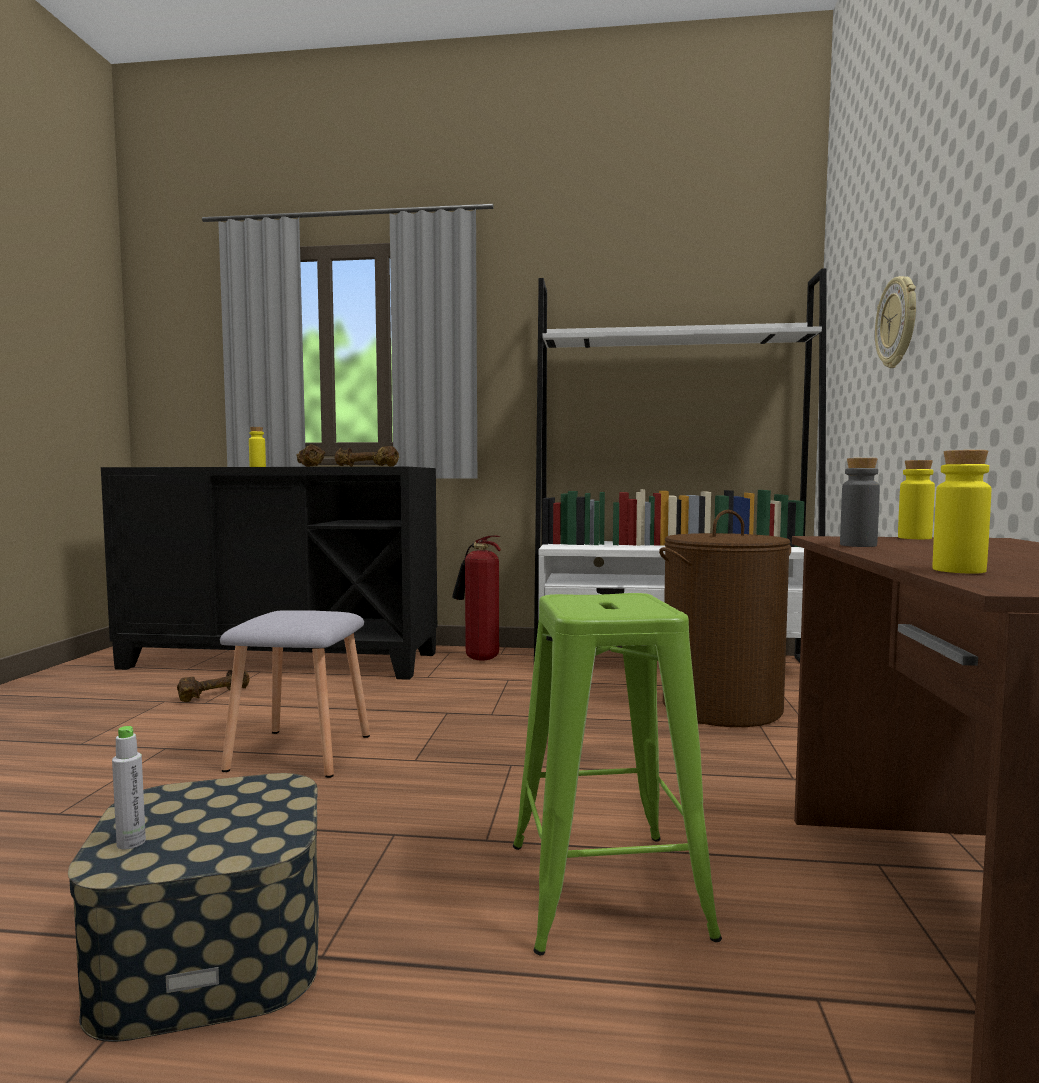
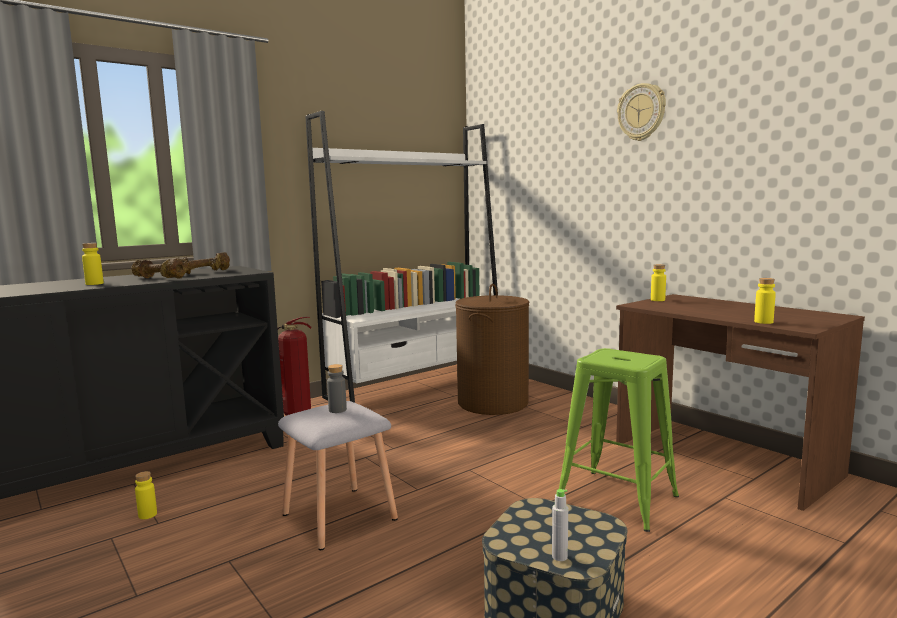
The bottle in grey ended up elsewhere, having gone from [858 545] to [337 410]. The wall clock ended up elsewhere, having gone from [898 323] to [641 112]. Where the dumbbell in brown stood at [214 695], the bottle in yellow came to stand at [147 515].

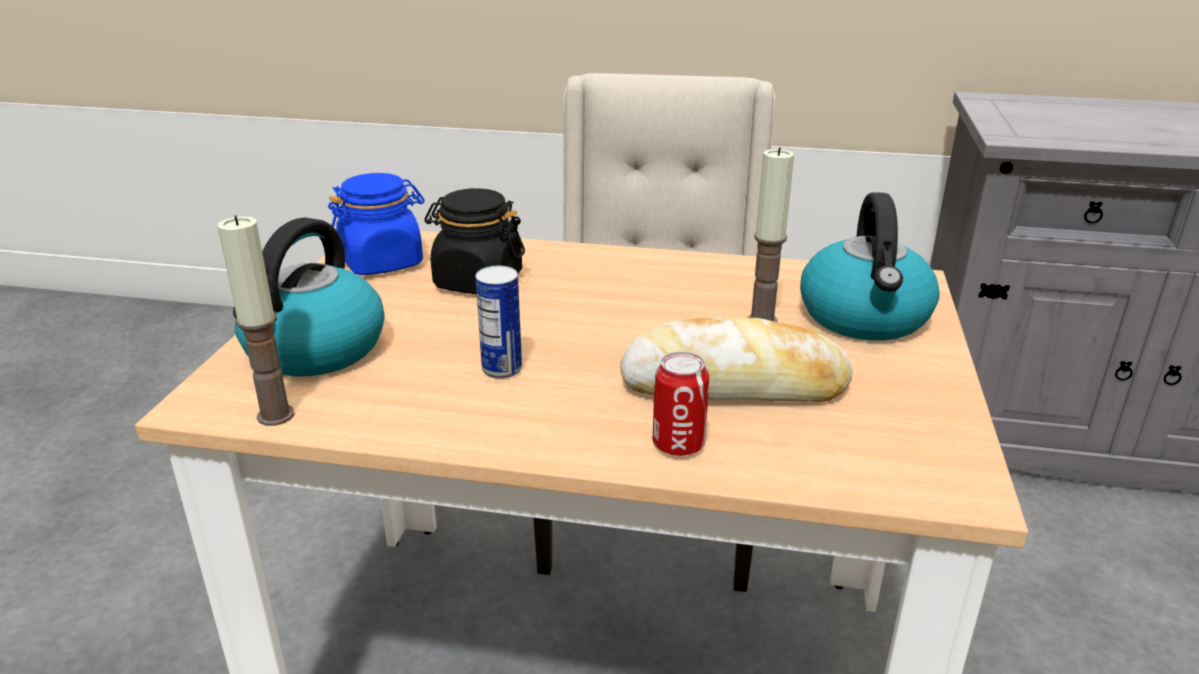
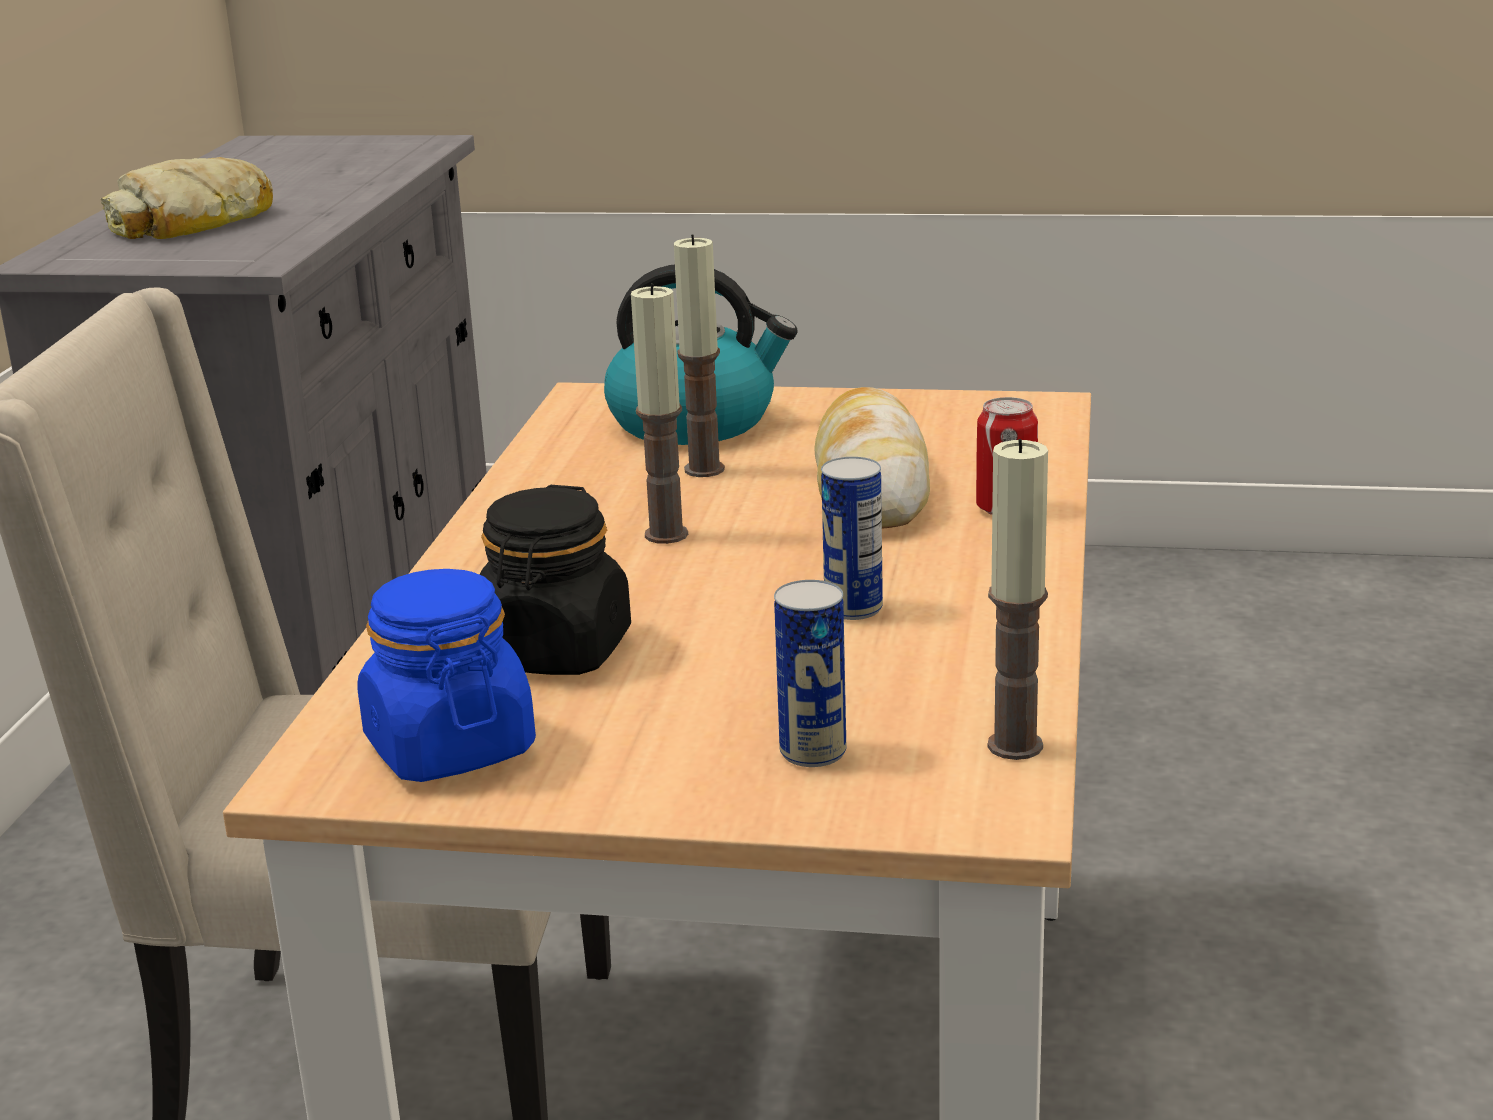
The second view gained the bread at [192 222]. The second view gained the candle at [666 534]. Where the kettle stood at [314 350], the can came to stand at [813 752].

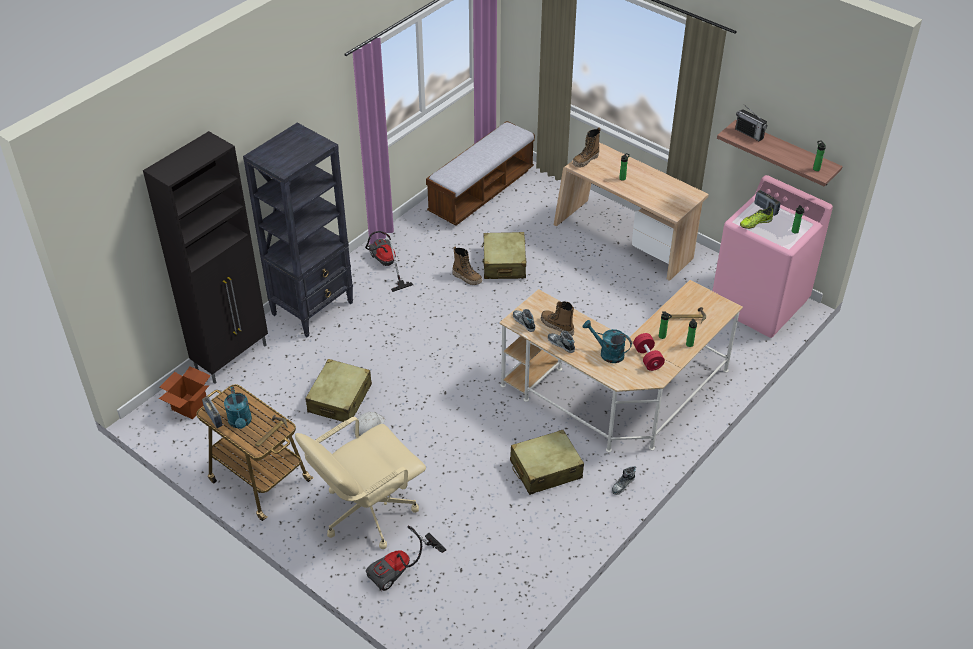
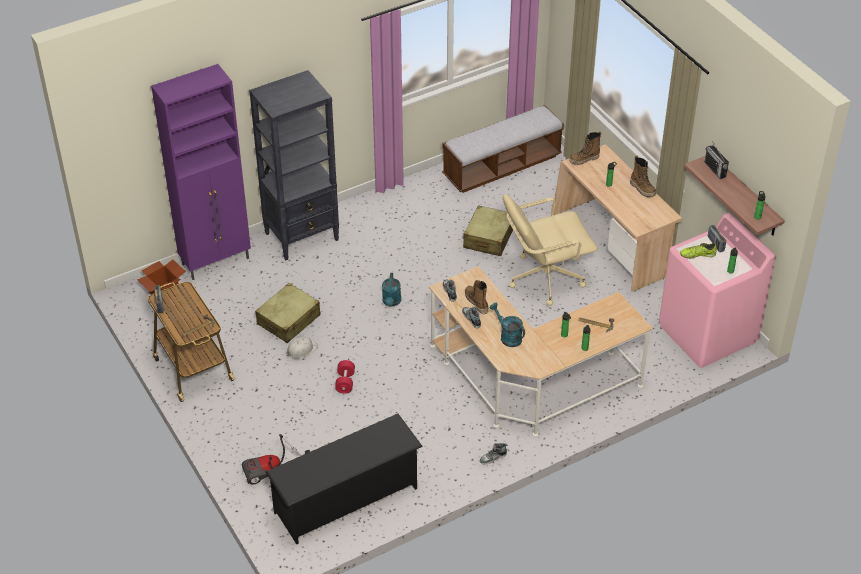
The second view lost the vacuum cleaner at [385 265]. The second view lost the suitcase in beige at [545 469]. The second view gained the shoe rack in black at [346 500]. The watering can in turquoise ended up elsewhere, having gone from [240 422] to [391 302]. The office chair in beige ended up elsewhere, having gone from [367 512] to [545 278]. The boot ended up elsewhere, having gone from [467 278] to [642 189]. The dumbbell in red ended up elsewhere, having gone from [647 358] to [345 382]. What was the cabinet in black at [232 357] turned into the cabinet in purple at [216 261].

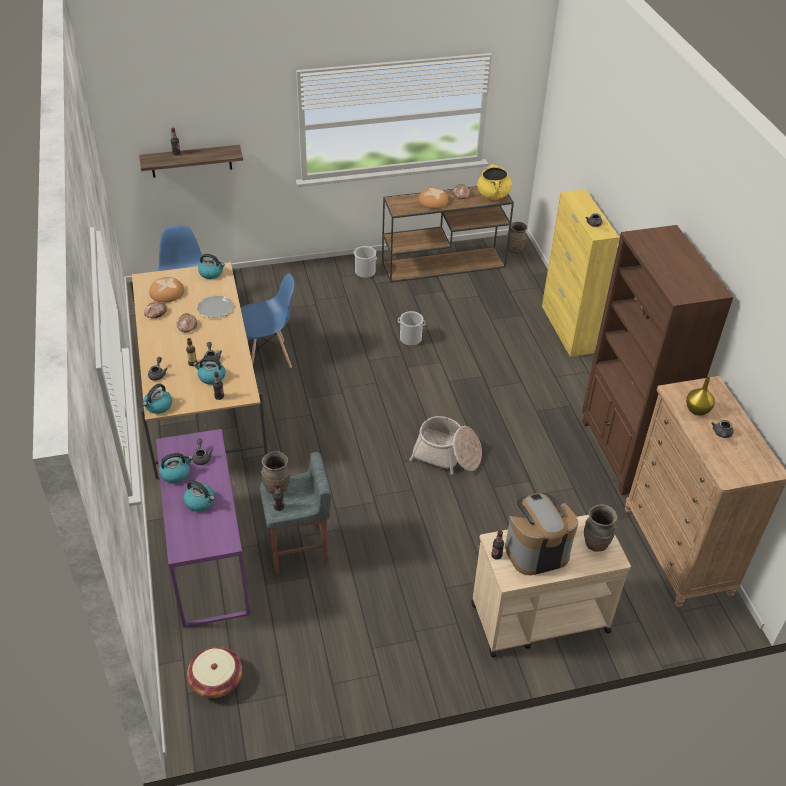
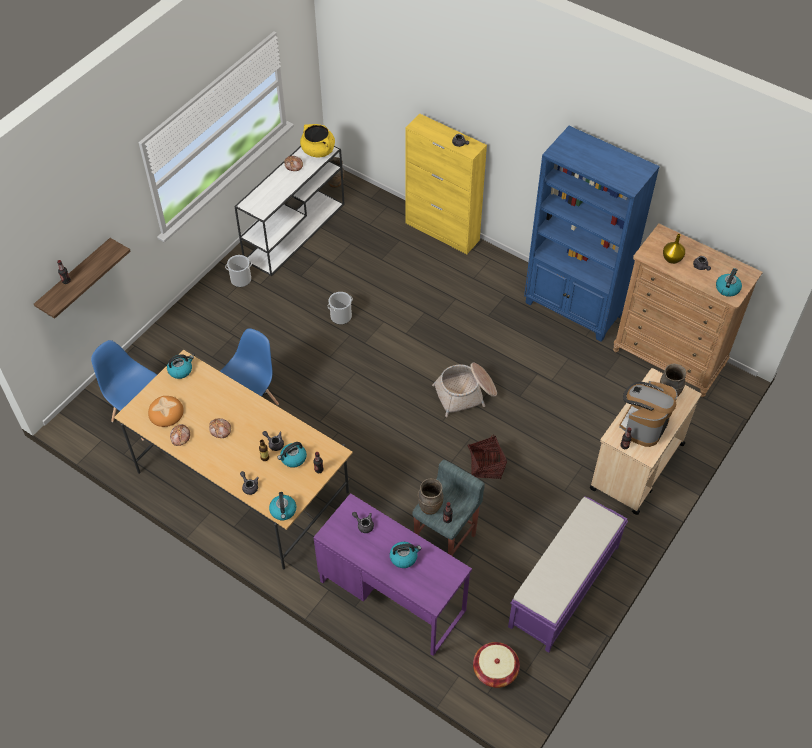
The second view lost the plate at [215 308]. The second view lost the bread at [432 201]. The second view gained the basket at [485 466]. The second view gained the bench in purple at [563 587]. The kettle ended up elsewhere, having gone from [176 473] to [727 288]. What was the console table in brown at [444 264] turned into the console table in white at [295 231]. What was the bookcase in brown at [623 454] turned into the bookcase in blue at [573 309].

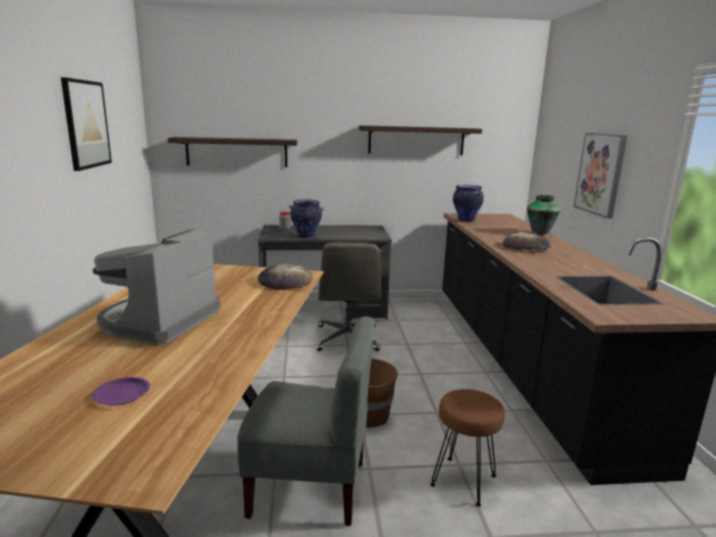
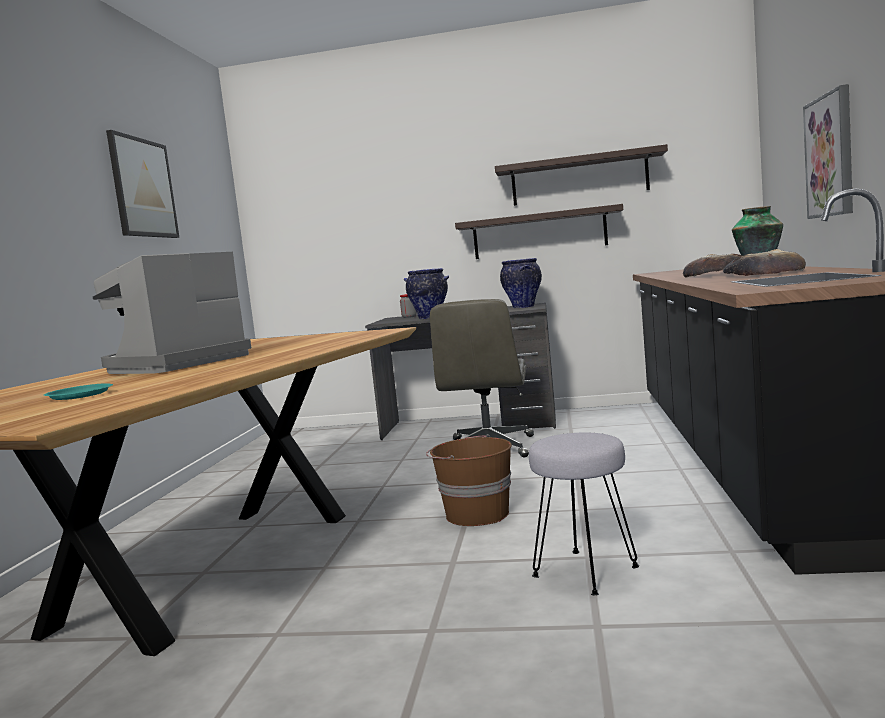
The second view lost the chair in grey at [309 487]. The shelf ended up elsewhere, having gone from [237 152] to [539 233]. The bread ended up elsewhere, having gone from [285 281] to [763 274]. The vase ended up elsewhere, having gone from [465 220] to [523 307]. What was the plate in purple at [122 394] turned into the plate in turquoise at [80 395]. What was the stool in brown at [464 481] turned into the stool in grey at [586 572].

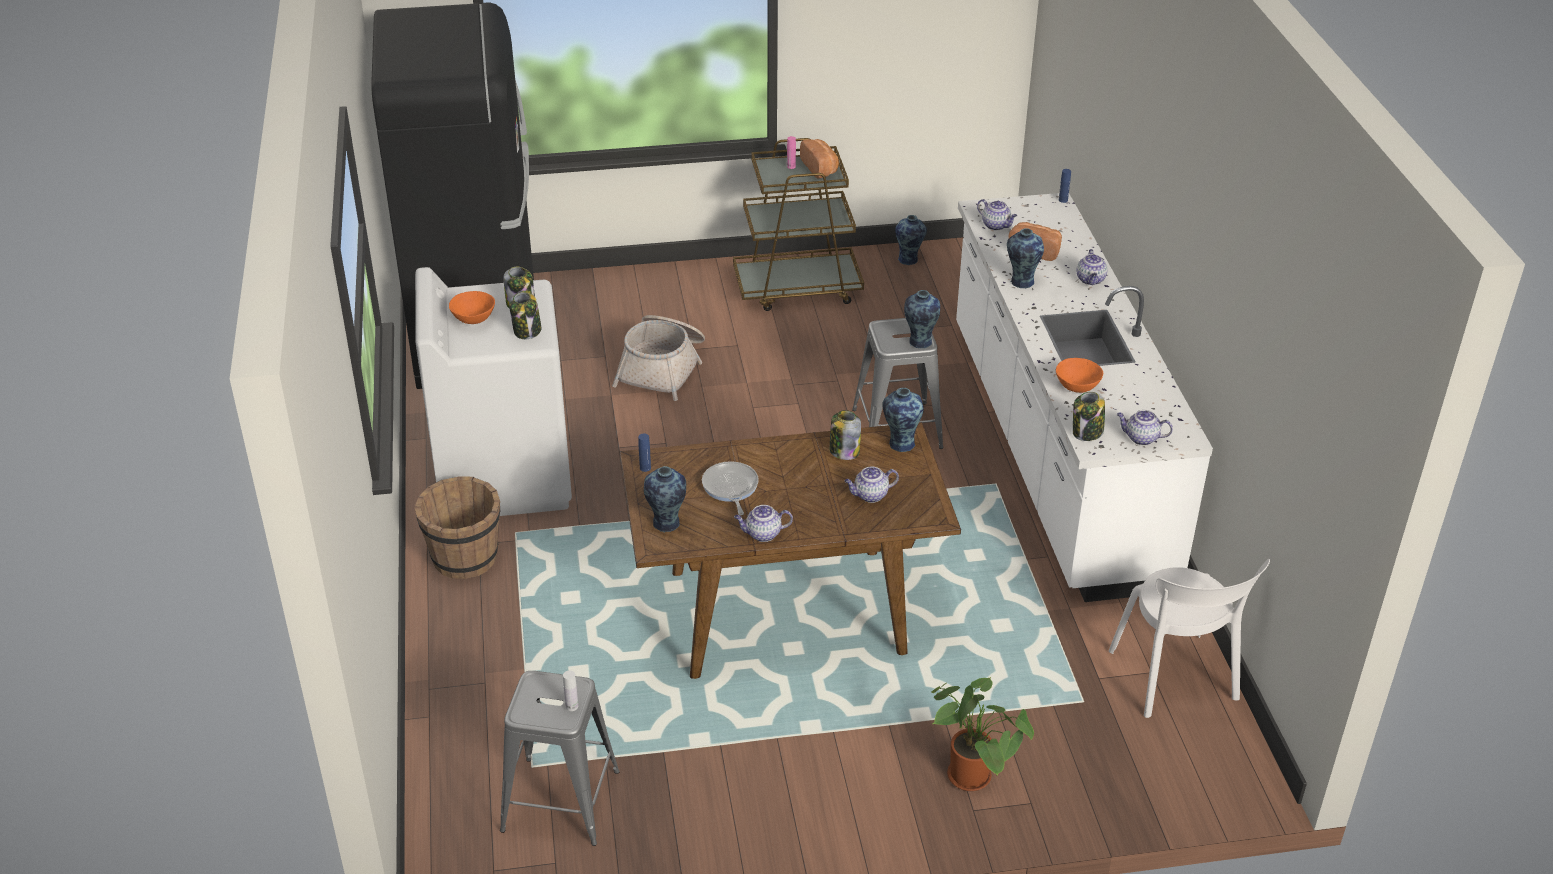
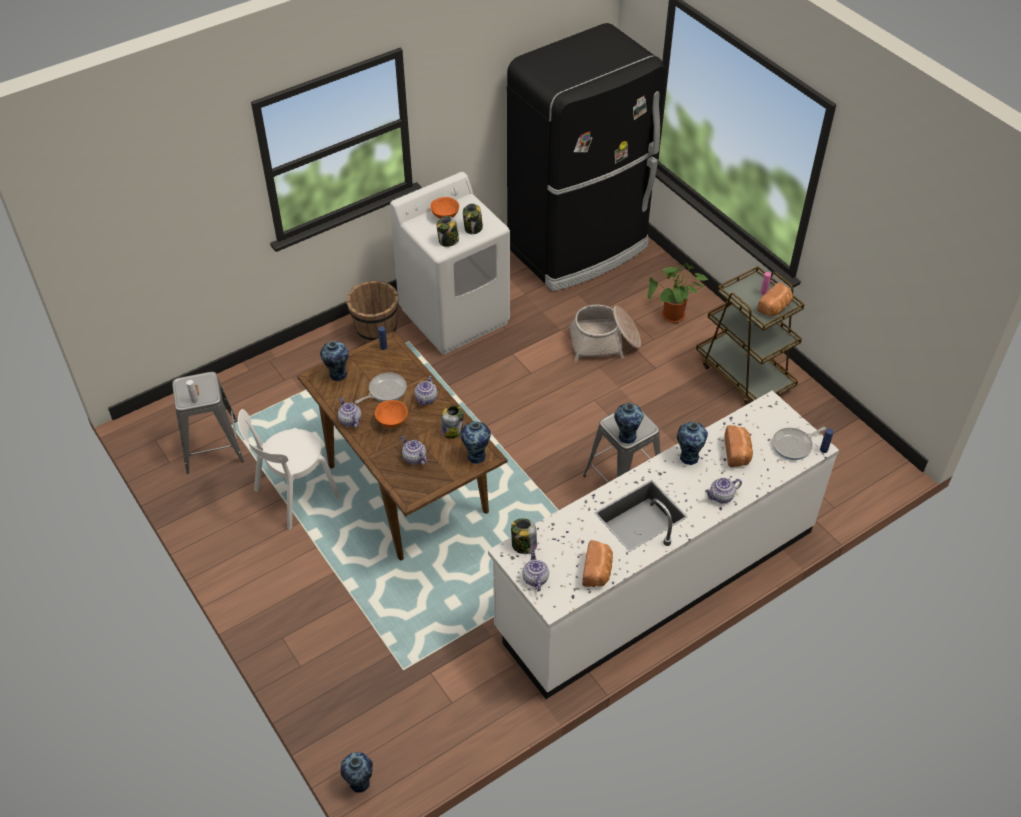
The second view gained the bread at [597 571]. The second view gained the frying pan at [794 445]. The vase ended up elsewhere, having gone from [909 260] to [360 784]. The potted plant ended up elsewhere, having gone from [974 779] to [673 318]. The teapot ended up elsewhere, having gone from [996 225] to [426 399]. The bowl in orange ended up elsewhere, having gone from [1077 387] to [392 422]. The chair in white ended up elsewhere, having gone from [1175 679] to [293 496].

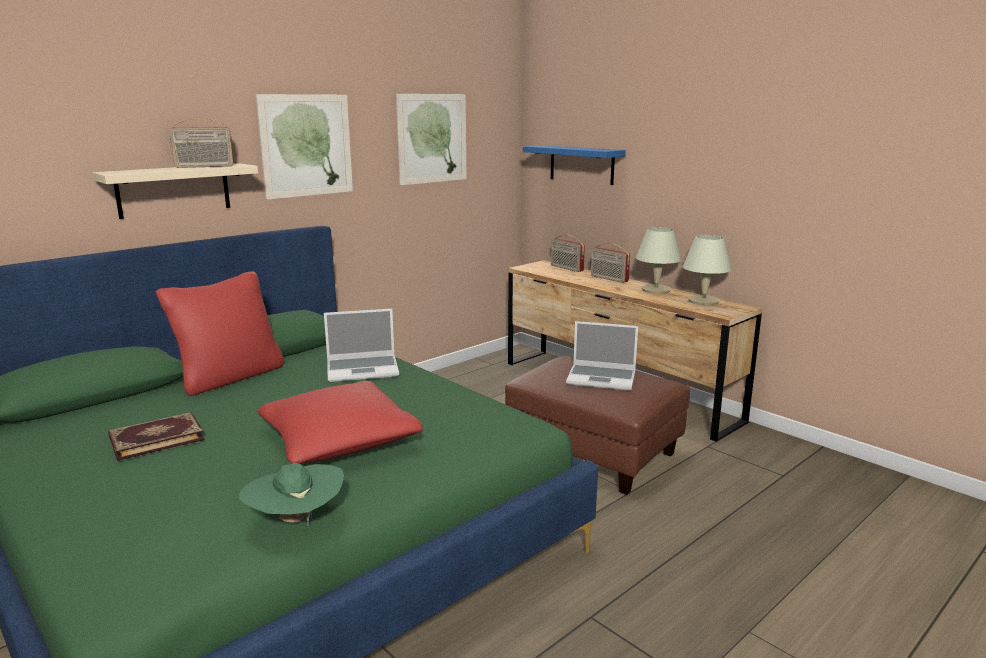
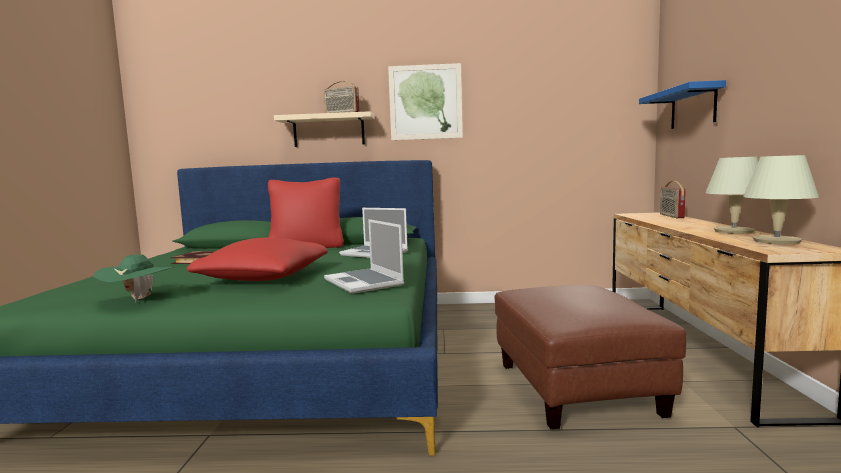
The second view lost the picture at [432 138]. The second view lost the radio at [608 279]. The laptop ended up elsewhere, having gone from [602 378] to [365 282].

